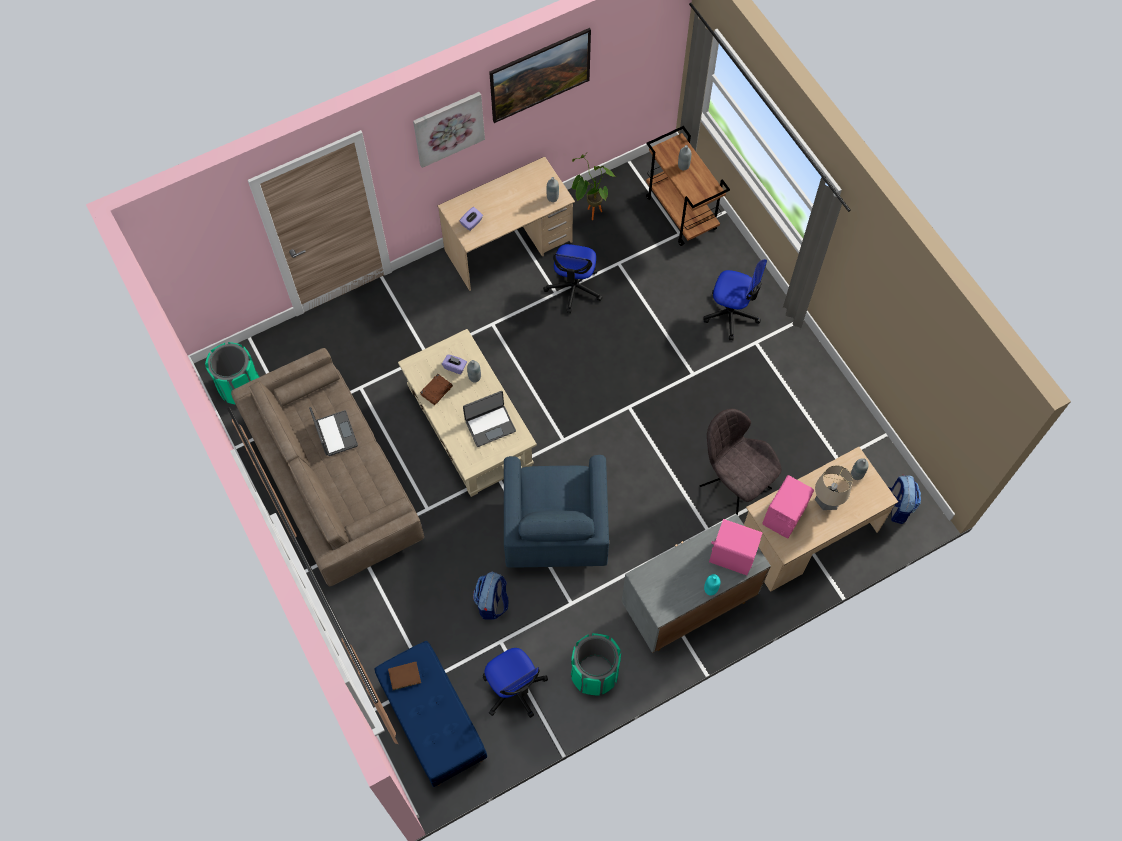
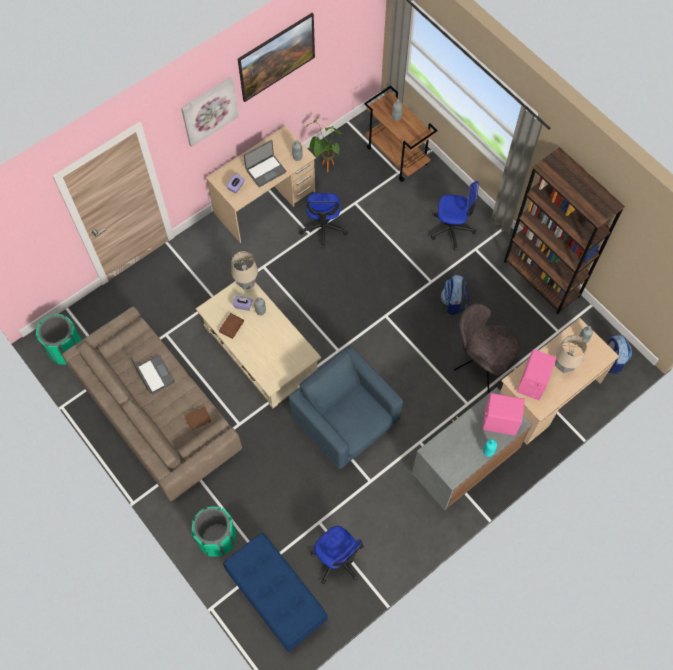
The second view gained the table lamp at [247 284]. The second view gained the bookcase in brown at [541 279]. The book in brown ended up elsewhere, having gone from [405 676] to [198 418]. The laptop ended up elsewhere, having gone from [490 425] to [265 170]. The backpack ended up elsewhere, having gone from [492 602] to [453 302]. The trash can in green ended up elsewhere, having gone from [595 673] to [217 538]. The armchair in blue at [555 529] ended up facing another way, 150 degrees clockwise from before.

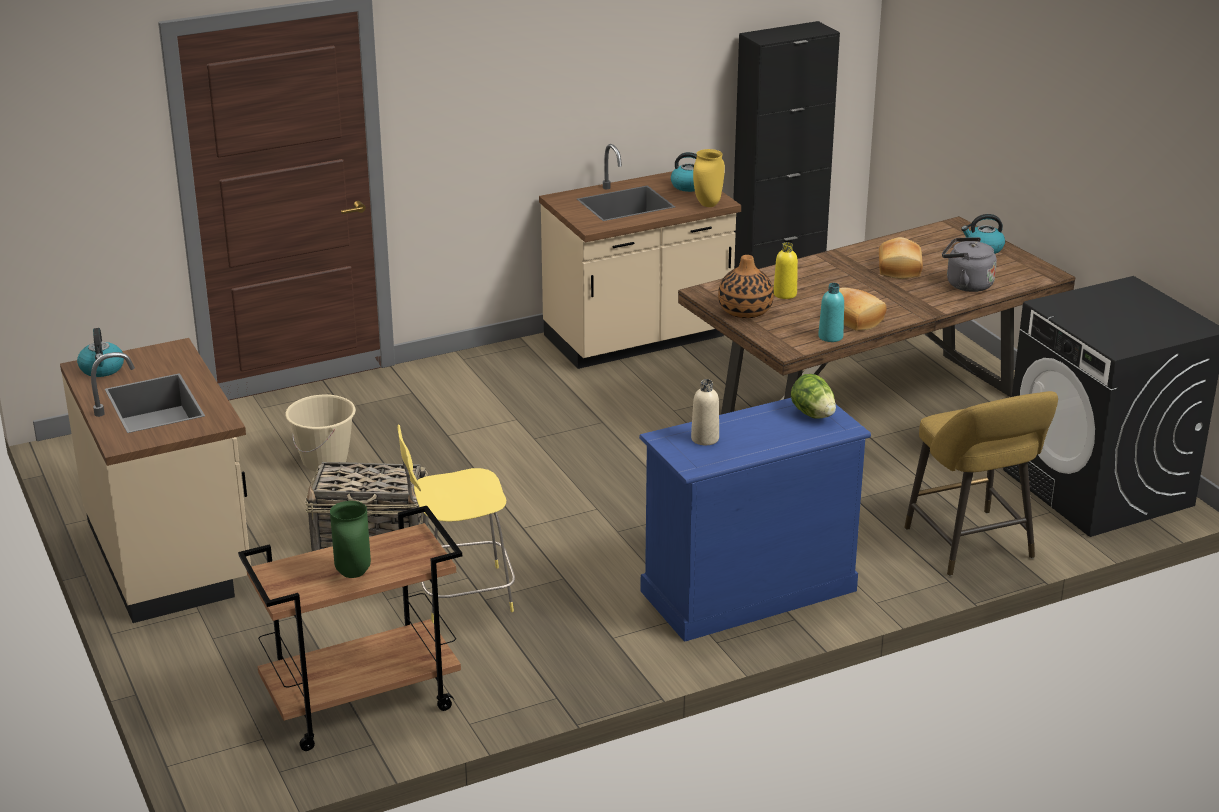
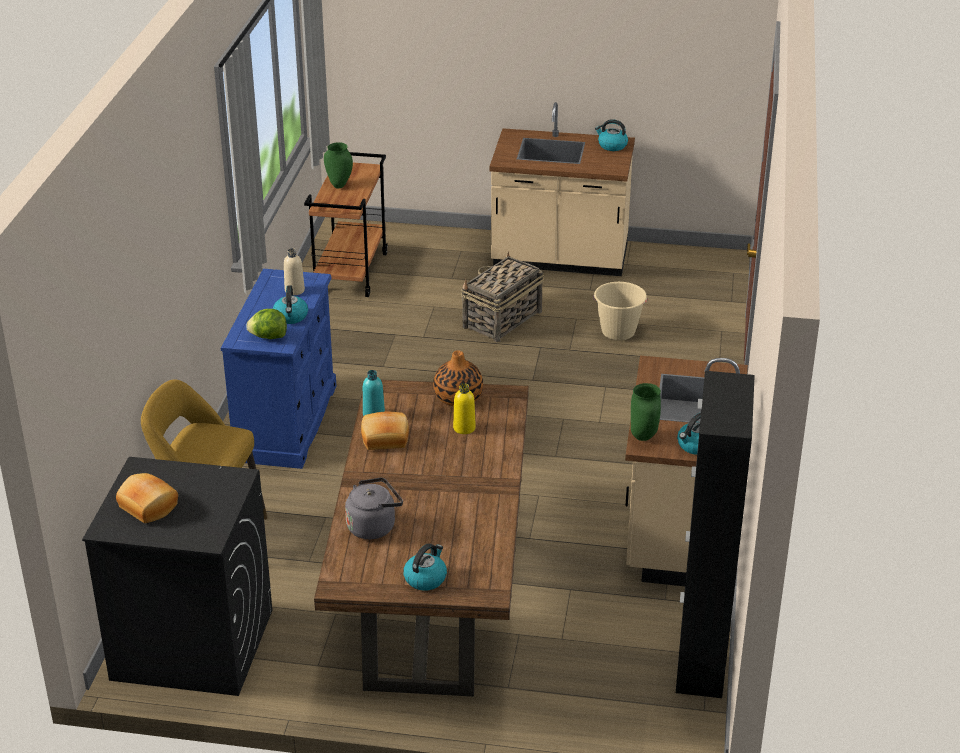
The second view lost the stool in yellow at [461 595]. The second view gained the kettle at [291 317]. The bread ended up elsewhere, having gone from [900 269] to [147 507]. What was the vase in yellow at [707 204] turned into the vase in green at [644 437].

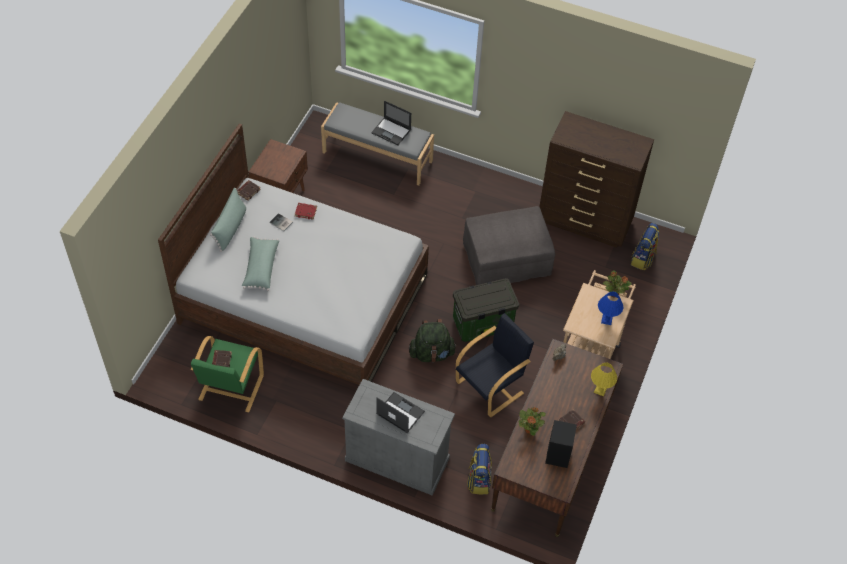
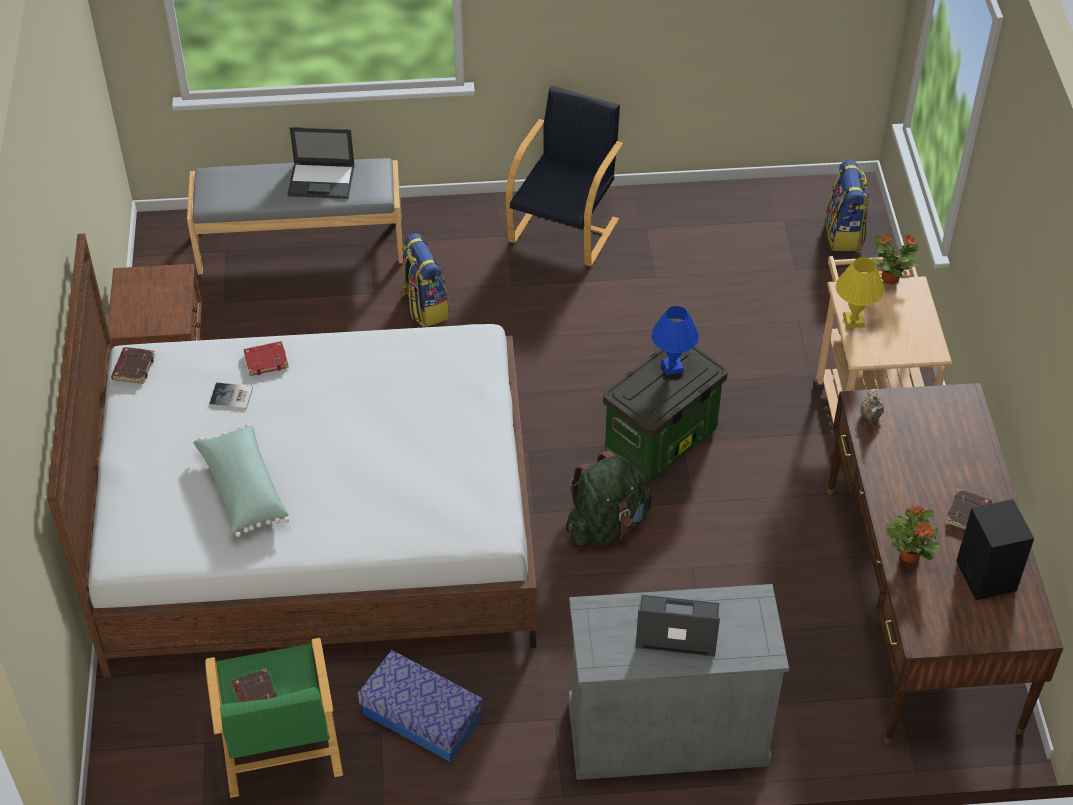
The second view lost the pillow in green at [230 228]. The second view lost the ottoman in grey at [506 260]. The second view lost the dresser in brown at [585 222]. The second view gained the storage box at [421 717]. The armchair in black ended up elsewhere, having gone from [491 387] to [565 230]. The backpack ended up elsewhere, having gone from [478 479] to [424 306]. The table lamp in yellow ended up elsewhere, having gone from [599 390] to [853 321]. The table lamp in blue ended up elsewhere, having gone from [606 320] to [672 367].

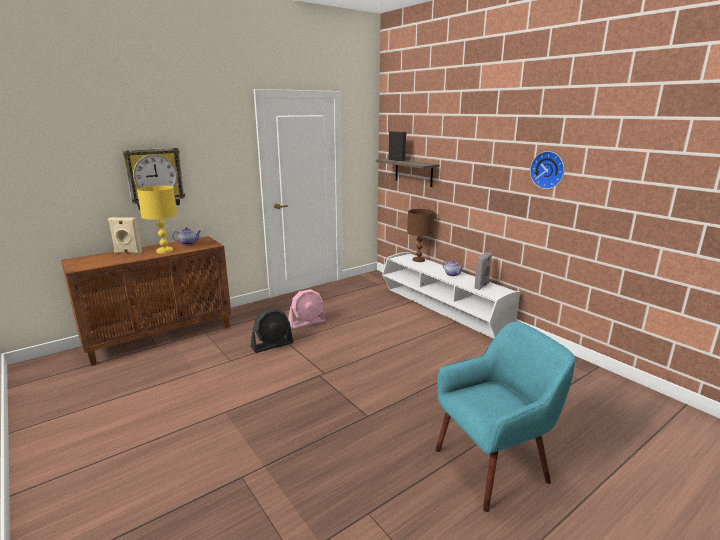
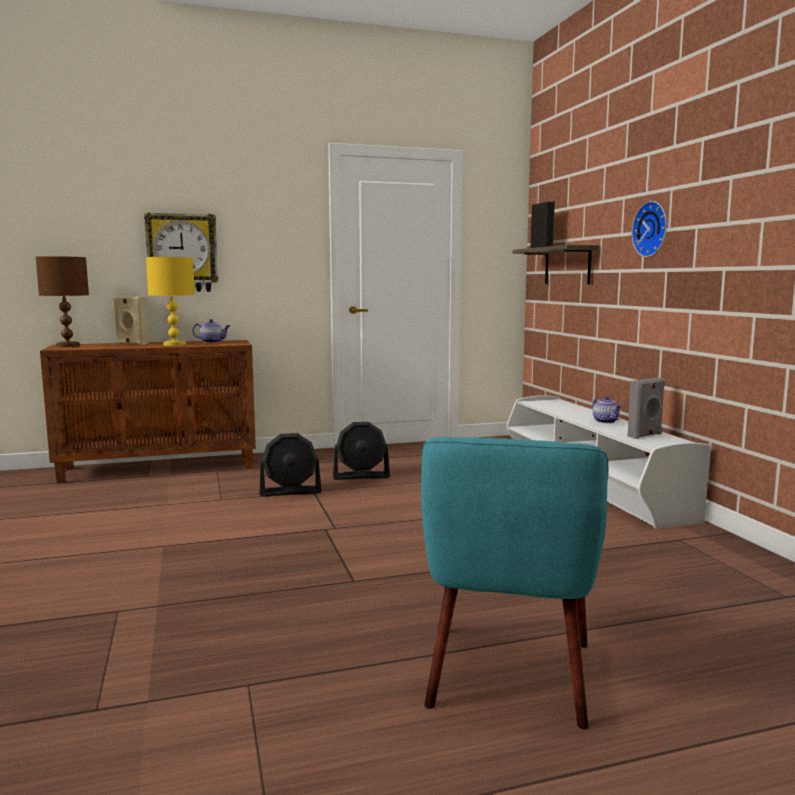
The table lamp in brown ended up elsewhere, having gone from [418 260] to [68 345]. The wall clock ended up elsewhere, having gone from [548 170] to [652 229]. What was the fan in pink at [307 323] turned into the fan in black at [361 476]. The armchair in turquoise at [493 466] ended up facing another way, 105 degrees clockwise from before.

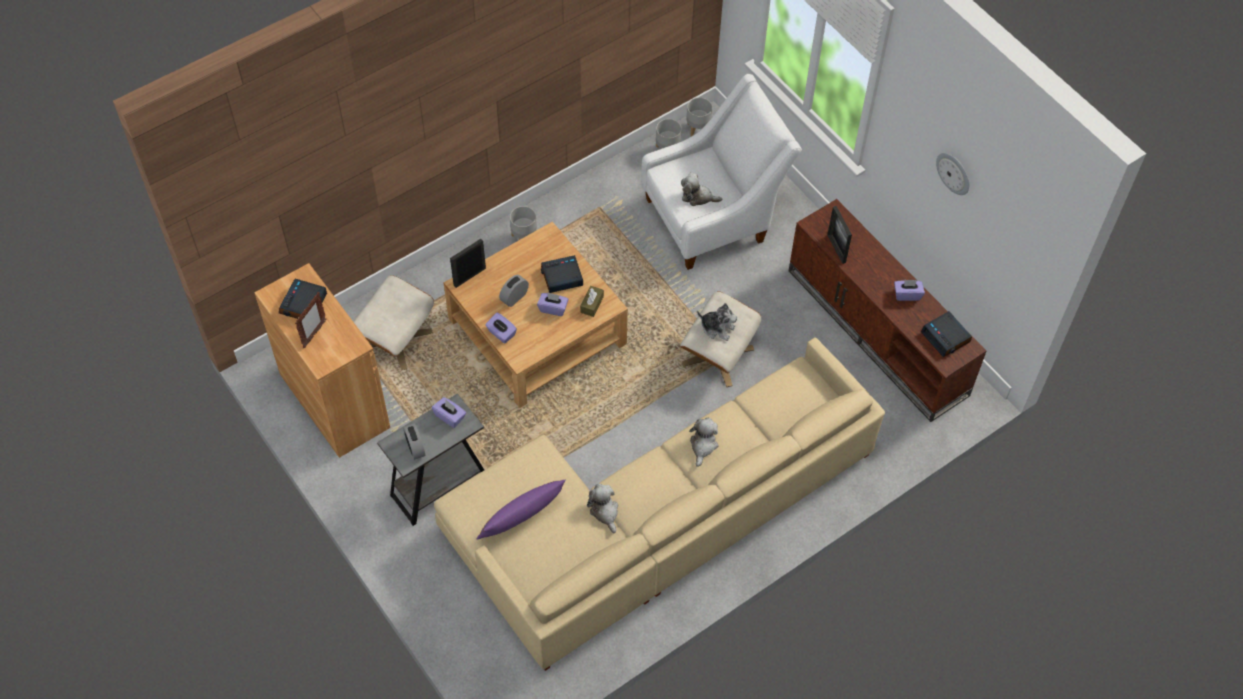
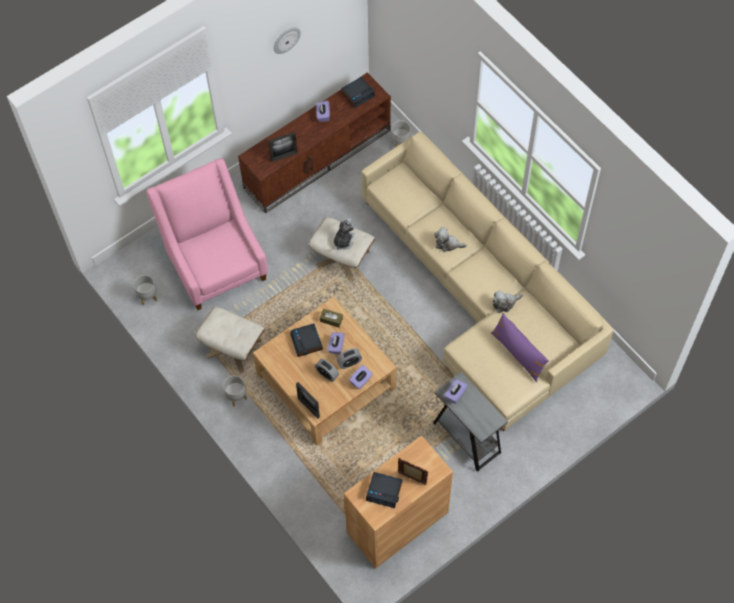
The second view lost the plush toy at [698 197]. The ottoman in beige ended up elsewhere, having gone from [395 339] to [233 348]. The alarm clock ended up elsewhere, having gone from [415 448] to [349 362]. The planter in grey ended up elsewhere, having gone from [698 129] to [400 143]. What was the armchair in white at [713 217] turned into the armchair in pink at [215 263].

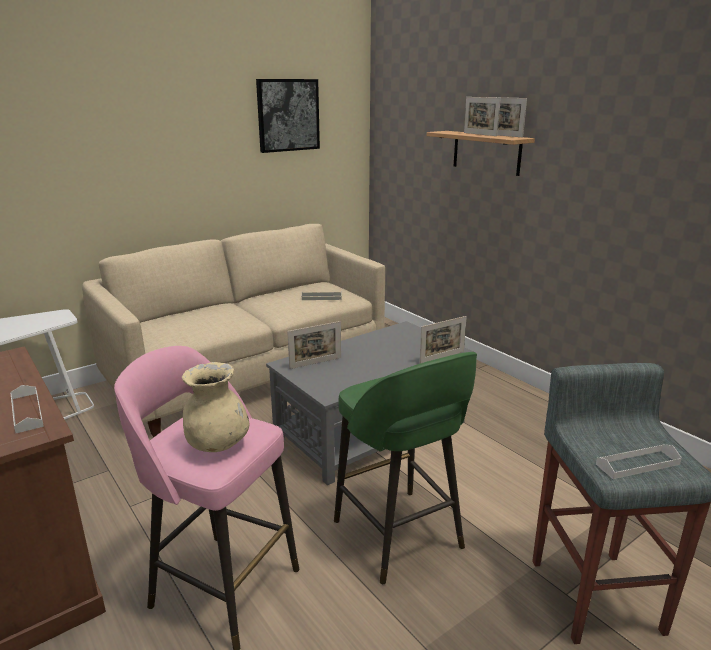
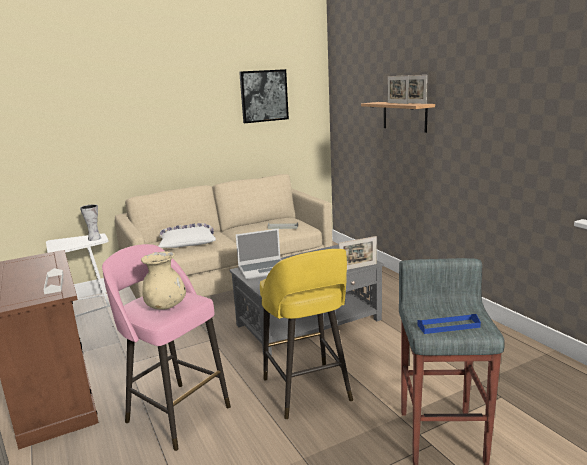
The second view gained the vase at [94 238]. The second view gained the pillow in white at [187 242]. Where the picture frame stood at [315 363], the laptop came to stand at [264 269]. What was the stool in green at [399 537] turned into the stool in yellow at [307 391]. What was the tray in white at [637 464] turned into the tray in blue at [448 326].

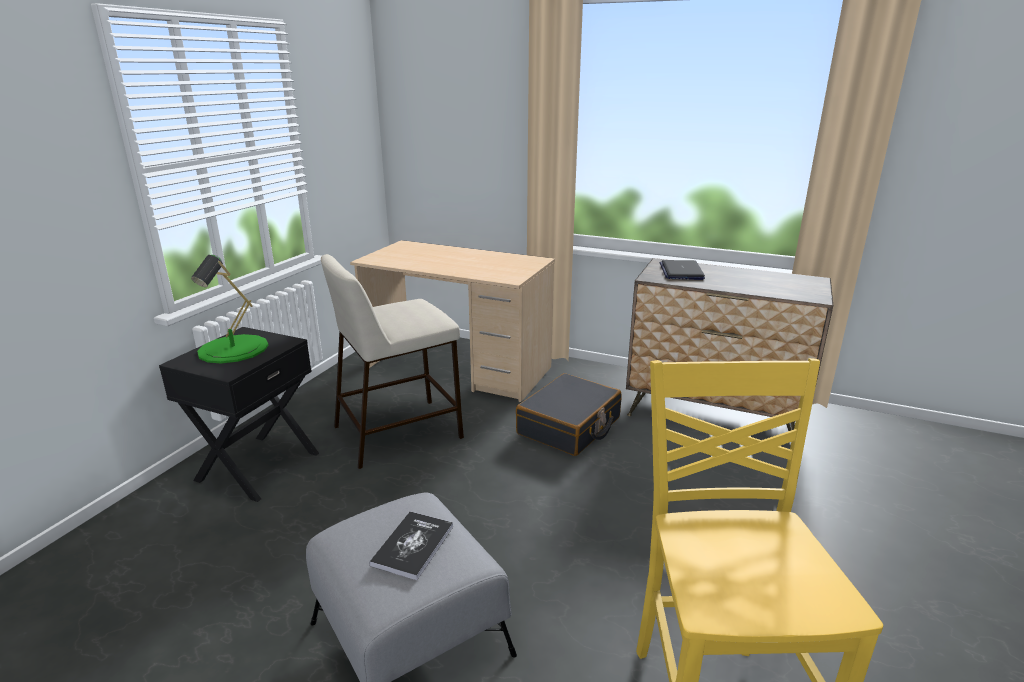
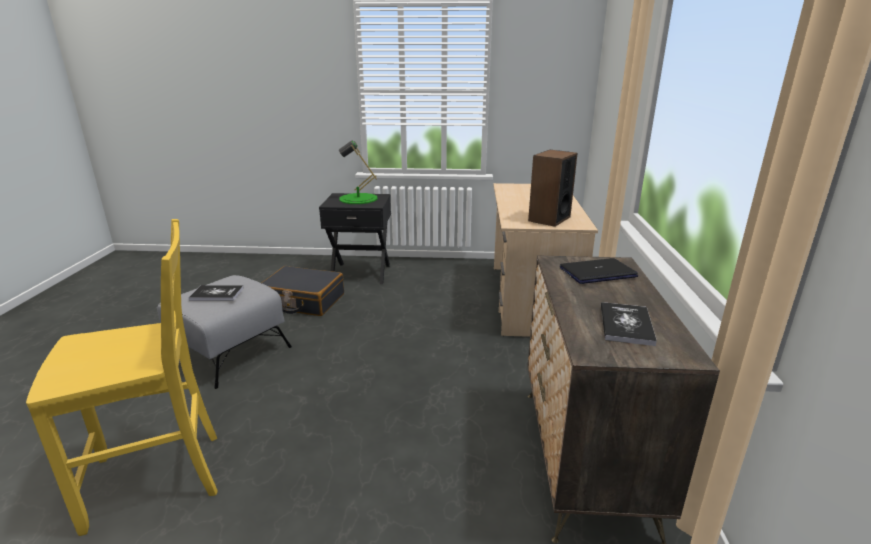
The second view lost the stool in beige at [399 431]. The second view gained the speaker at [549 219]. The second view gained the book at [626 325]. The suitcase in black ended up elsewhere, having gone from [569 426] to [303 301].

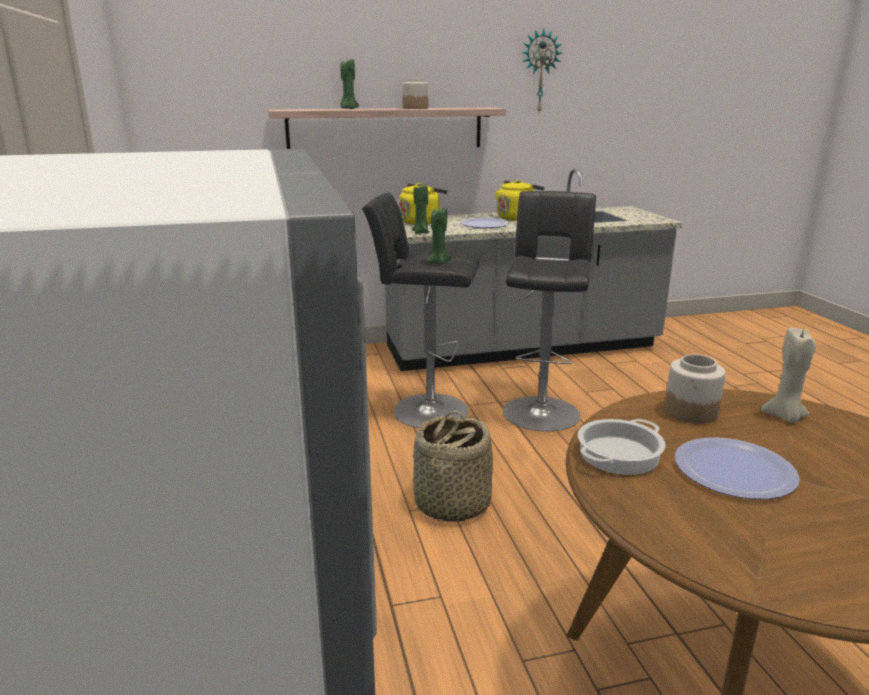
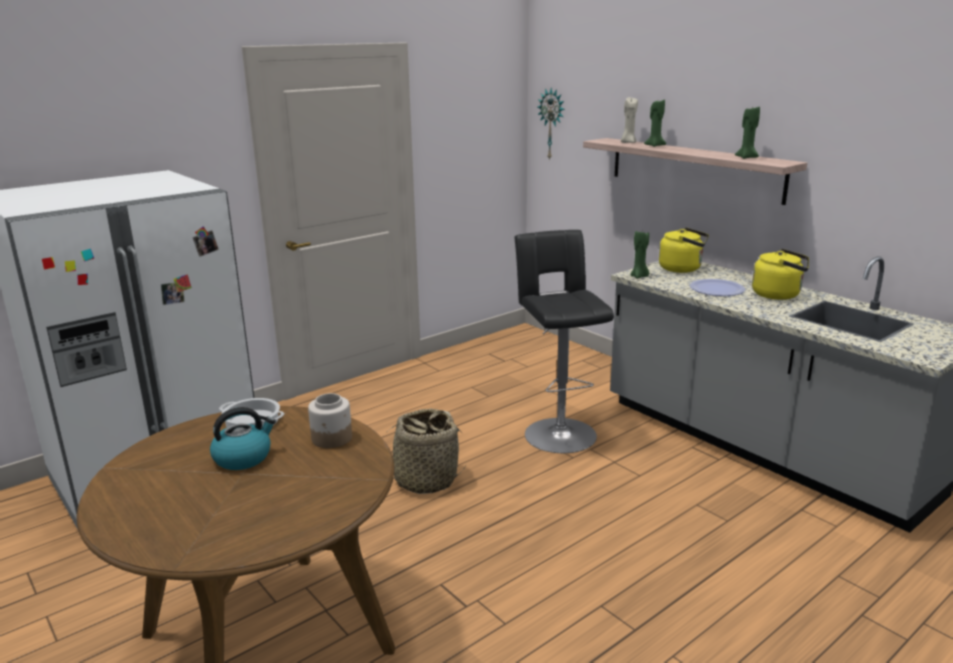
The second view lost the jar at [415 108]. The second view lost the stool in black at [541 410]. The candle in green ended up elsewhere, having gone from [438 262] to [746 157]. The wall clock ended up elsewhere, having gone from [540 71] to [552 124]. The candle in beige ended up elsewhere, having gone from [785 417] to [628 142]. Where the plate stood at [734 470], the kettle came to stand at [243 457].

